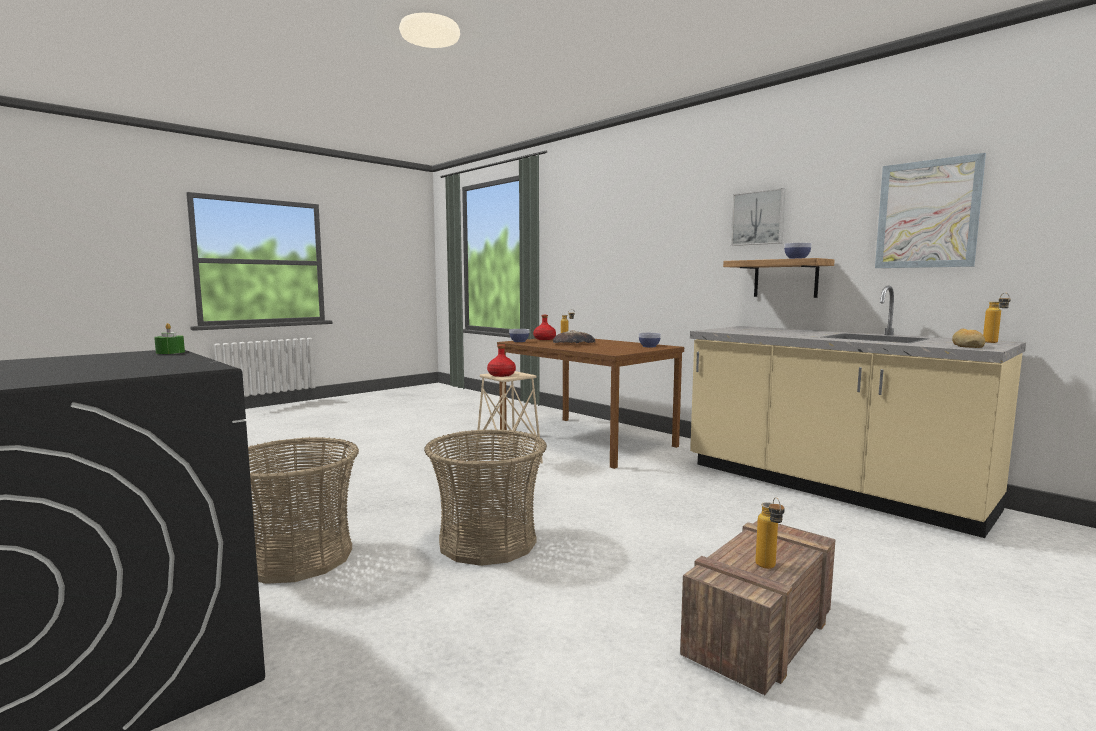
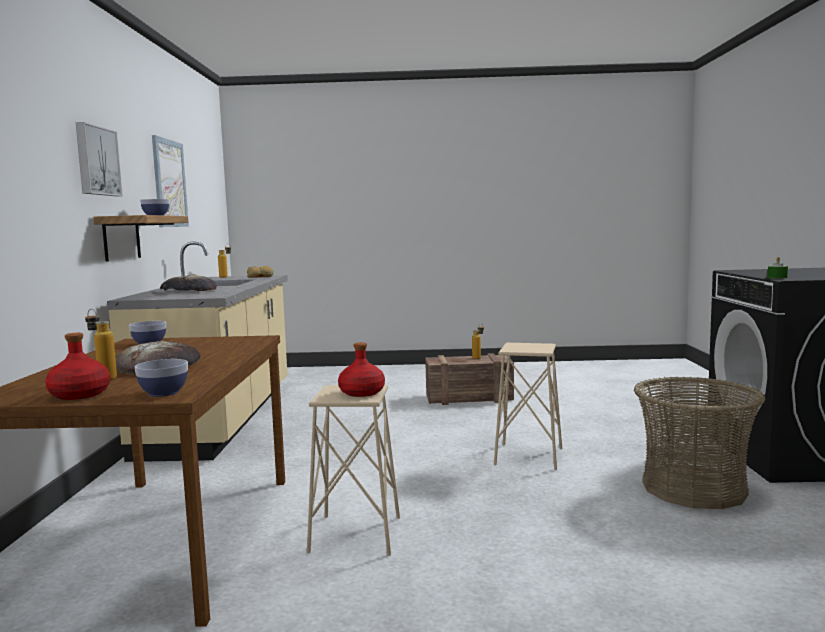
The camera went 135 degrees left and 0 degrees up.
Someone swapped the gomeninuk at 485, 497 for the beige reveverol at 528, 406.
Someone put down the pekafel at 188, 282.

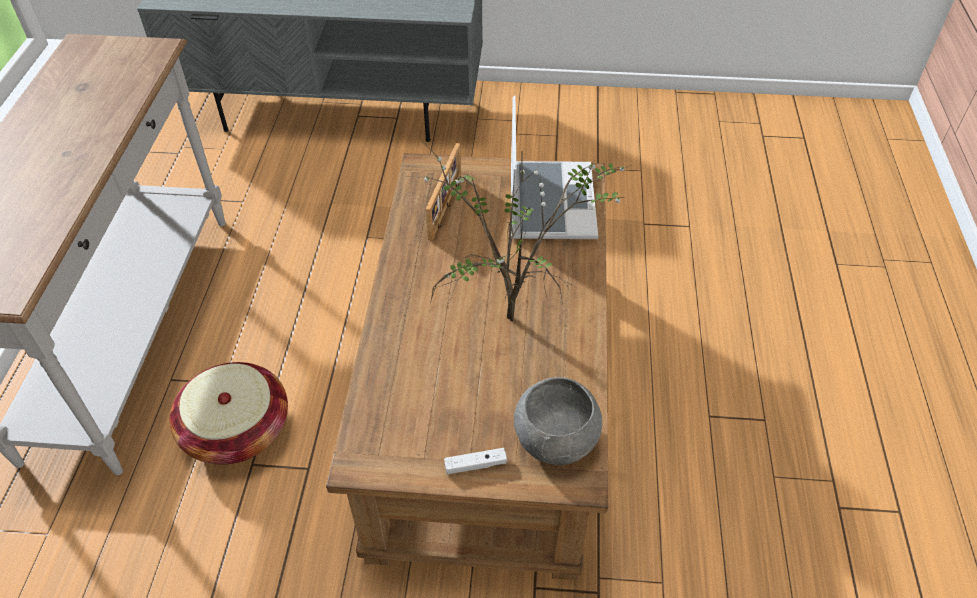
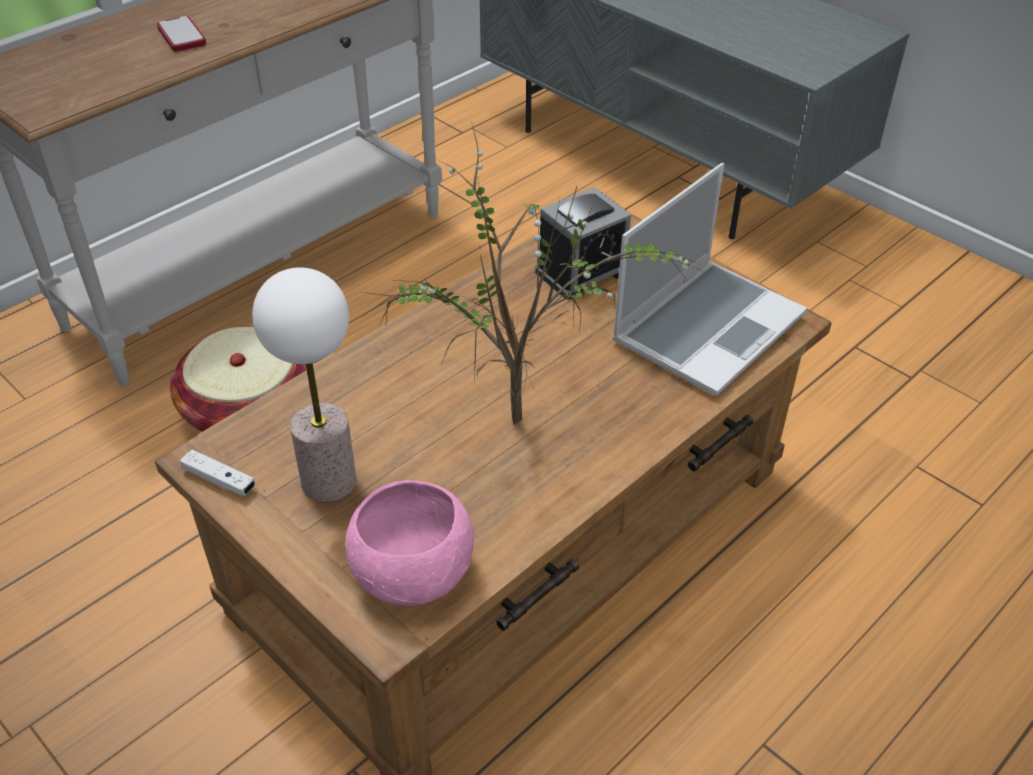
The camera went 40 degrees right and 5 degrees down.
Someone swapped the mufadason at 443, 192 for the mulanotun at 583, 243.
Someone repainted the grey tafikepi at 558, 421, which became the pink tafikepi at 409, 543.
Someone carried the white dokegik from 475, 461 to 218, 473.
Someone put down the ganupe at 181, 34.
Someone put down the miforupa at 304, 384.

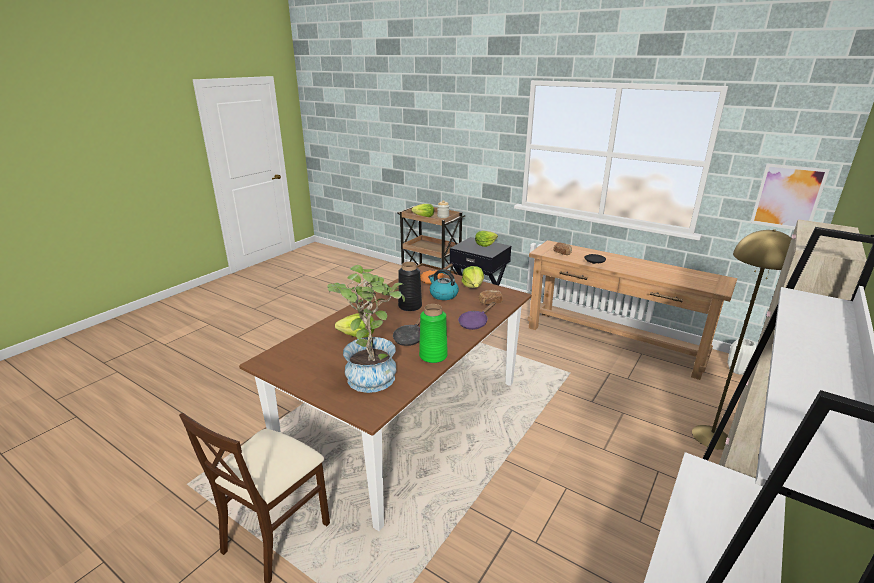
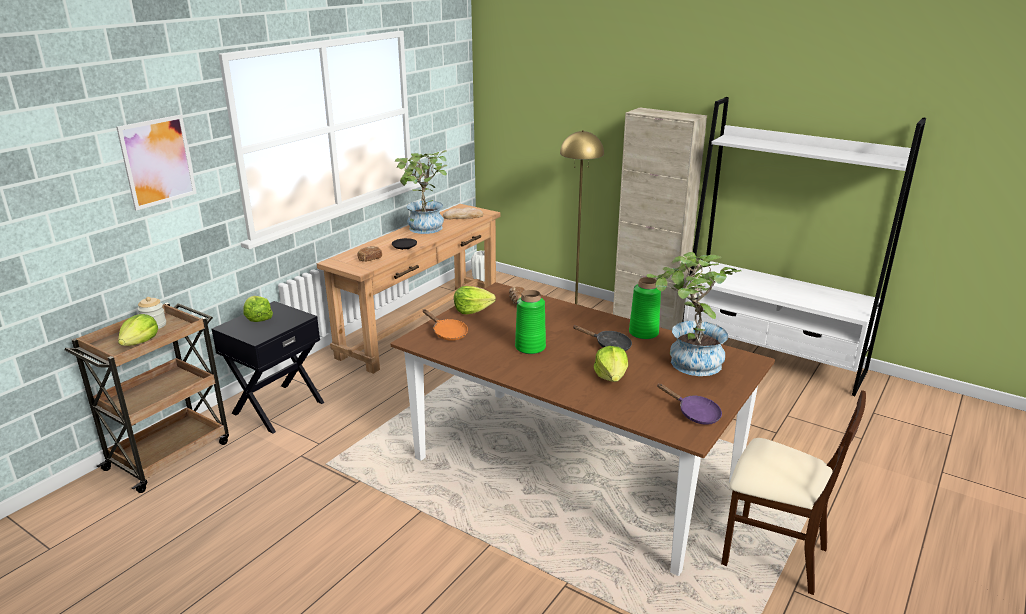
The camera went 90 degrees left and 0 degrees up.
Someone carried the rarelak from 790, 196 to 156, 163.
Someone repainted the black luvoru at 410, 286, which became the green luvoru at 530, 322.
Someone took away the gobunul at 443, 284.
Someone carried the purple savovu from 476, 316 to 689, 404.
Someone put down the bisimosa at 421, 192.
Someone put down the pekafel at 463, 213.

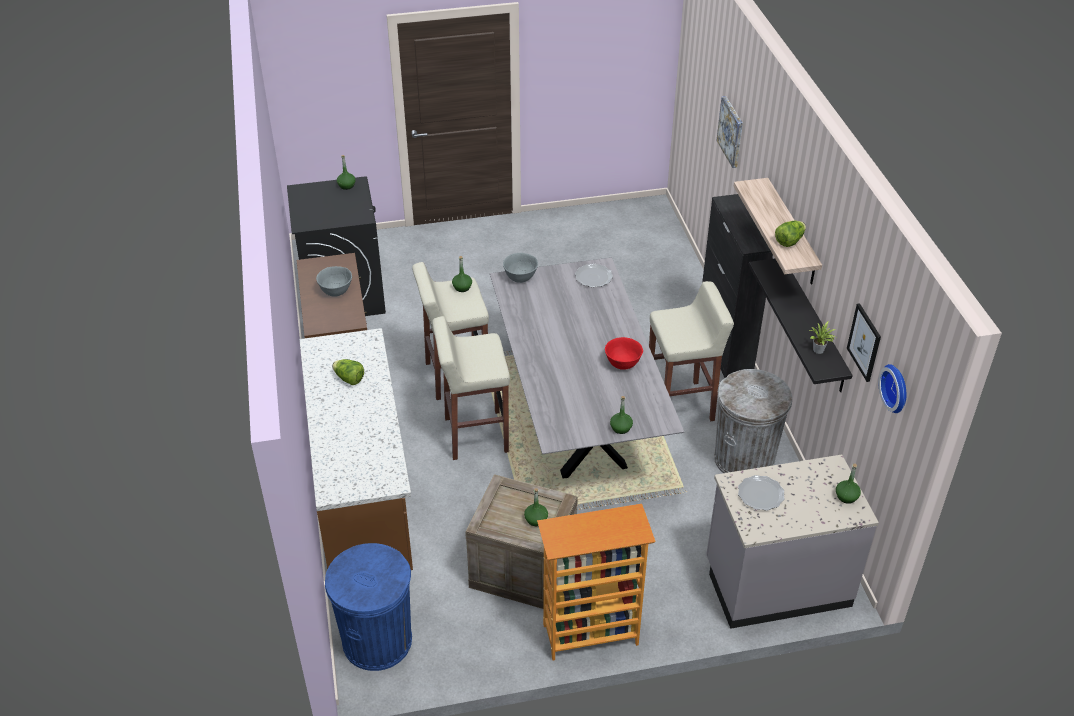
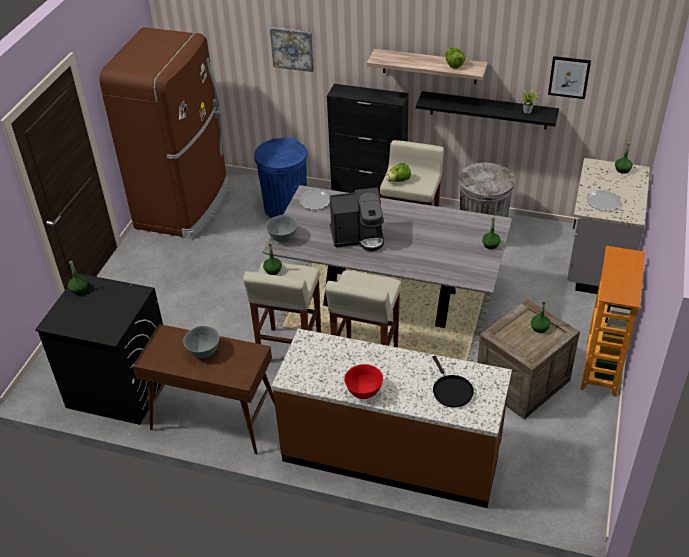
The camera went 60 degrees left and 0 degrees up.
Someone carried the red tafikepi from 624, 353 to 363, 381.
Someone carried the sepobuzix from 348, 372 to 398, 172.
Someone took away the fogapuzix at 892, 388.
Someone carried the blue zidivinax from 368, 607 to 281, 178.
Someone put down the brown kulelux at 164, 133.
Someone put down the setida at 357, 219.
Someone put down the black savovu at 453, 381.

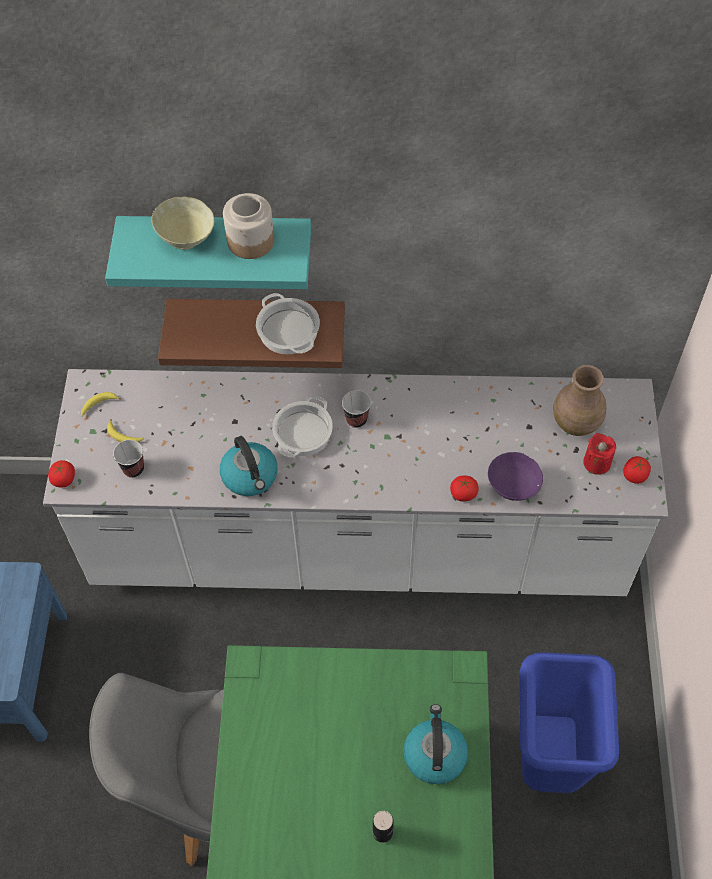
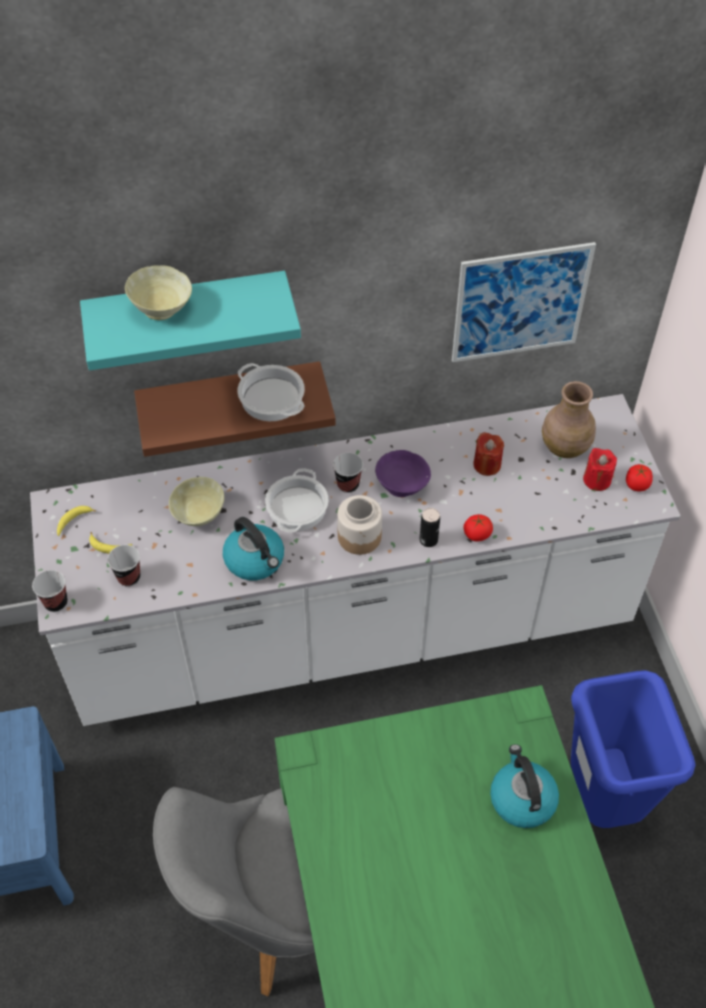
The camera went 15 degrees left and 5 degrees down.
Someone carried the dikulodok from 248, 226 to 359, 525.
Someone carried the purple tafikepi from 515, 476 to 403, 473.
Someone swapped the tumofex at 61, 474 for the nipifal at 50, 591.
Someone carried the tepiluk from 383, 827 to 430, 527.
Someone put up the rarelak at 524, 302.
Someone put down the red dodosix at 488, 454.
Someone put down the beige tafikepi at 196, 501.

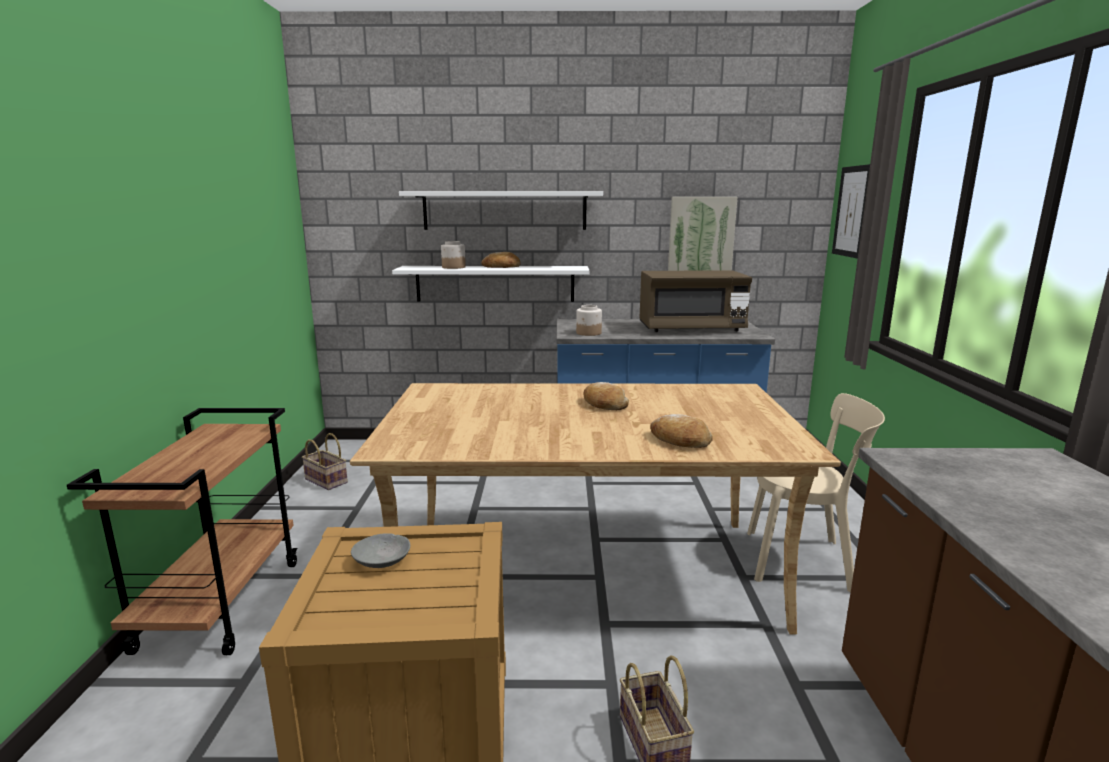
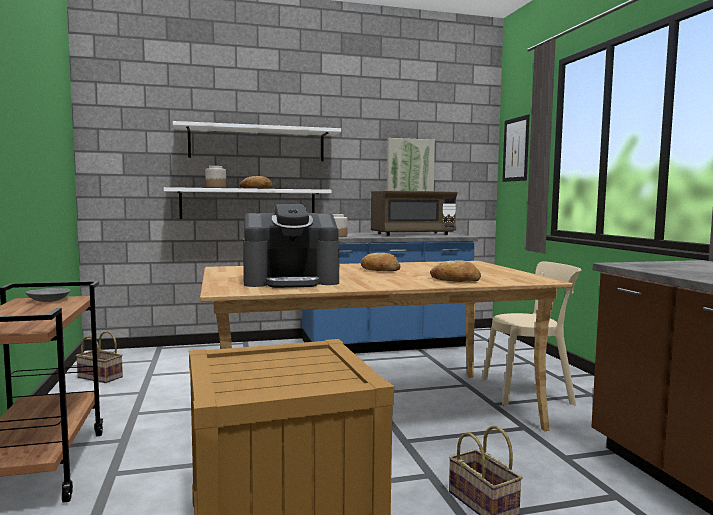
The camera went 15 degrees left and 10 degrees down.
Someone carried the grey tafikepi from 380, 550 to 48, 295.
Someone put down the setida at 291, 246.

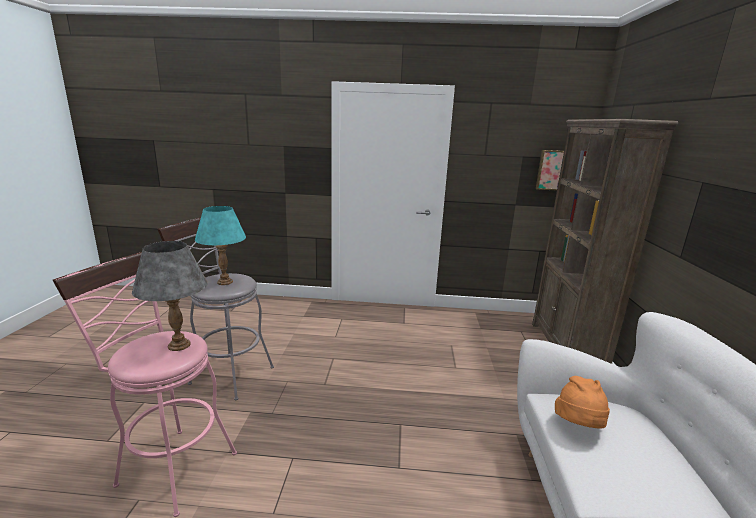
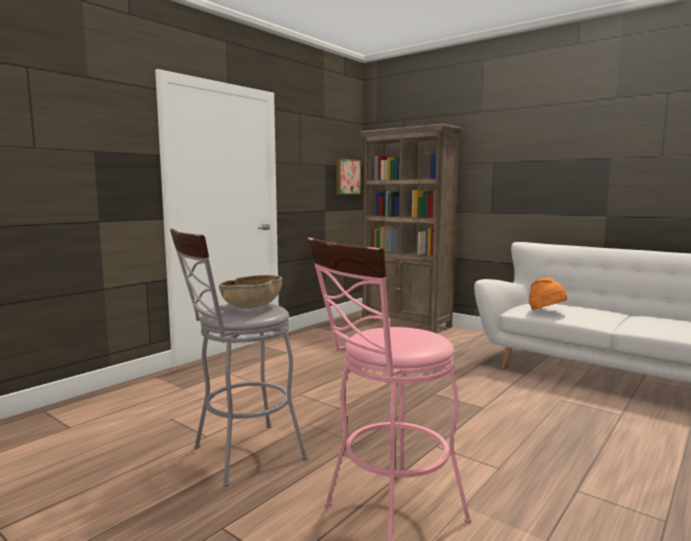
The camera went 55 degrees left and 10 degrees down.
Someone swapped the turquoise miforupa at 220, 245 for the brown tafikepi at 250, 292.
Someone took away the grey miforupa at 170, 296.

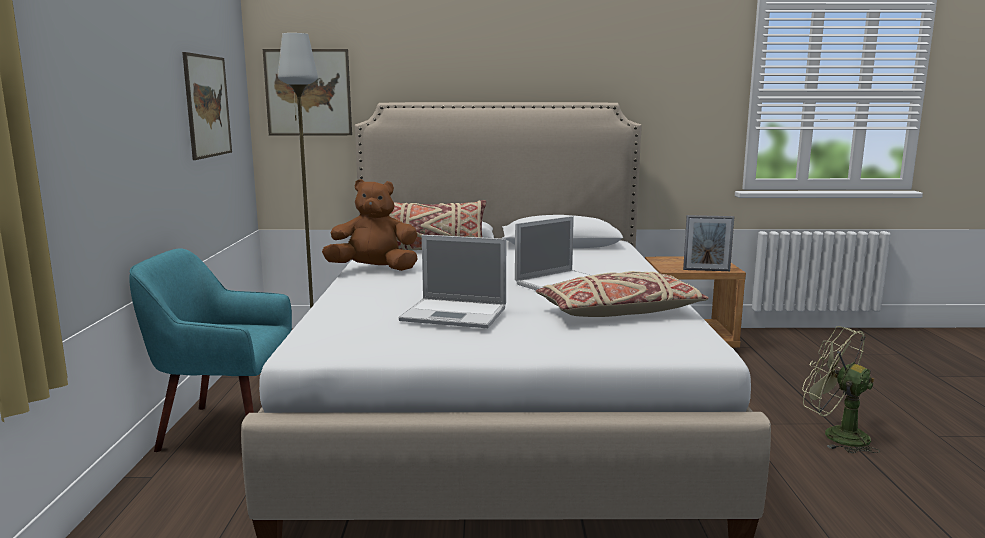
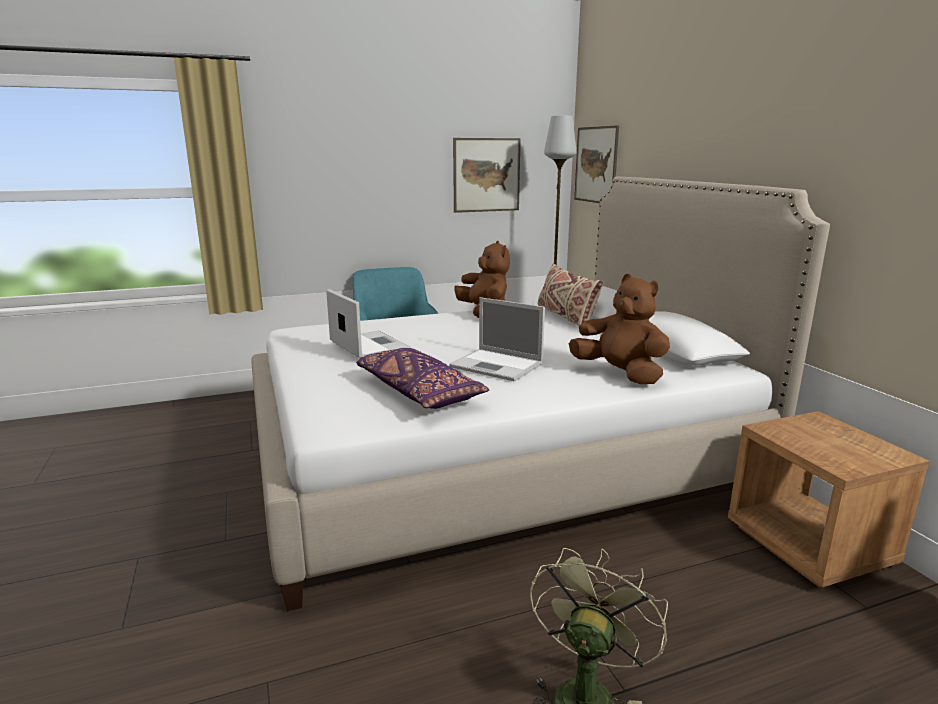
The camera went 70 degrees right and 5 degrees up.
Someone took away the mufadason at 708, 243.
Someone rotated the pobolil at 452, 281 by 150 degrees clockwise.
Someone repainted the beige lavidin at 622, 294, which became the purple lavidin at 423, 378.
Someone put down the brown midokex at 619, 329.

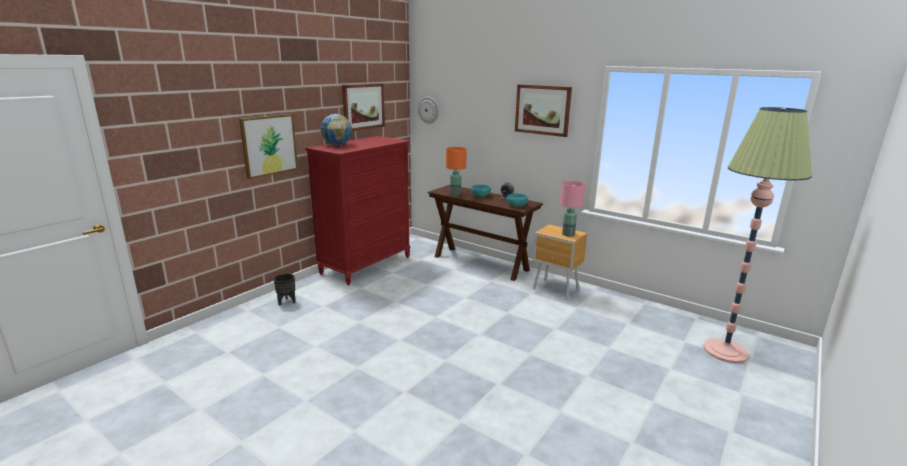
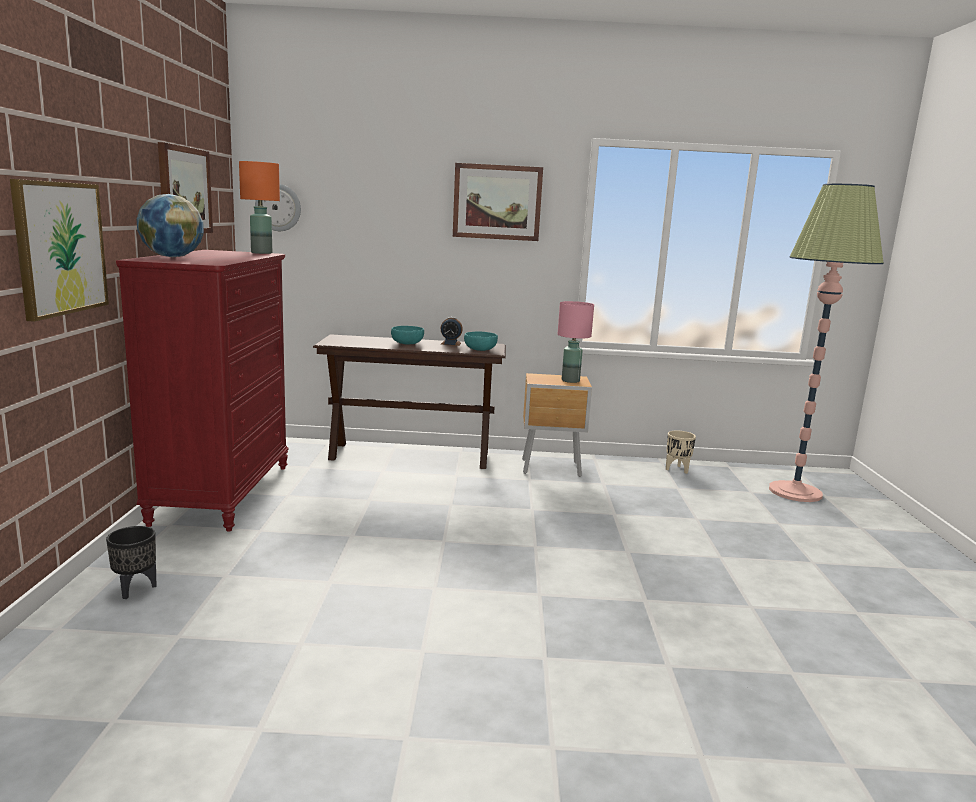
The camera went 35 degrees left and 5 degrees down.
Someone carried the orange miforupa from 456, 171 to 259, 207.
Someone put down the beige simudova at 681, 452.

